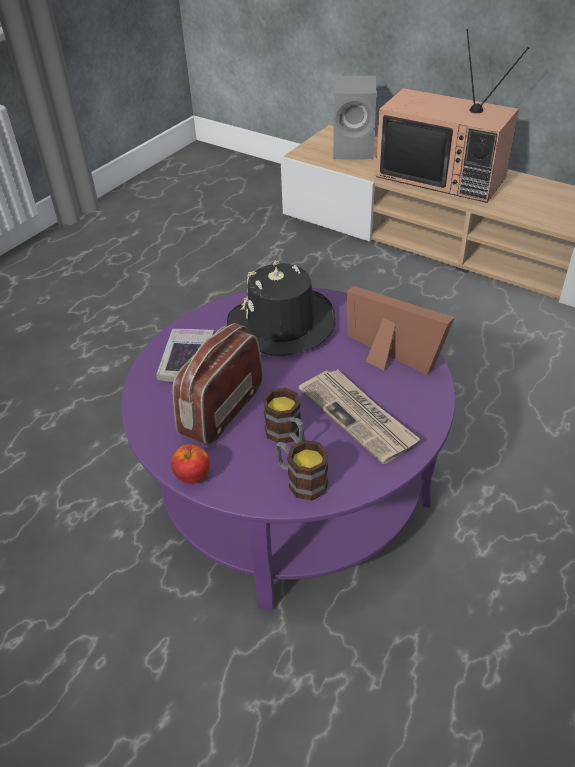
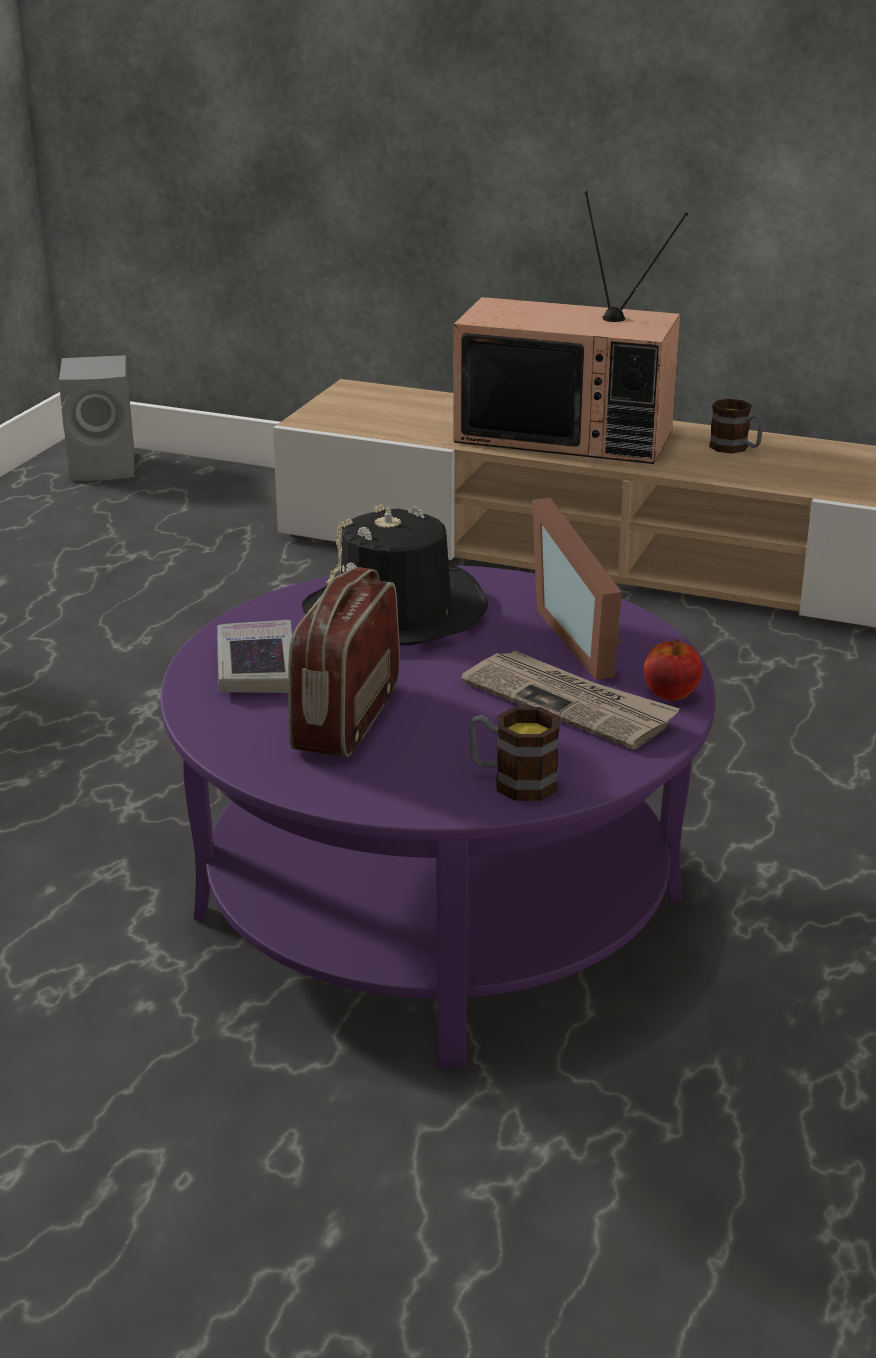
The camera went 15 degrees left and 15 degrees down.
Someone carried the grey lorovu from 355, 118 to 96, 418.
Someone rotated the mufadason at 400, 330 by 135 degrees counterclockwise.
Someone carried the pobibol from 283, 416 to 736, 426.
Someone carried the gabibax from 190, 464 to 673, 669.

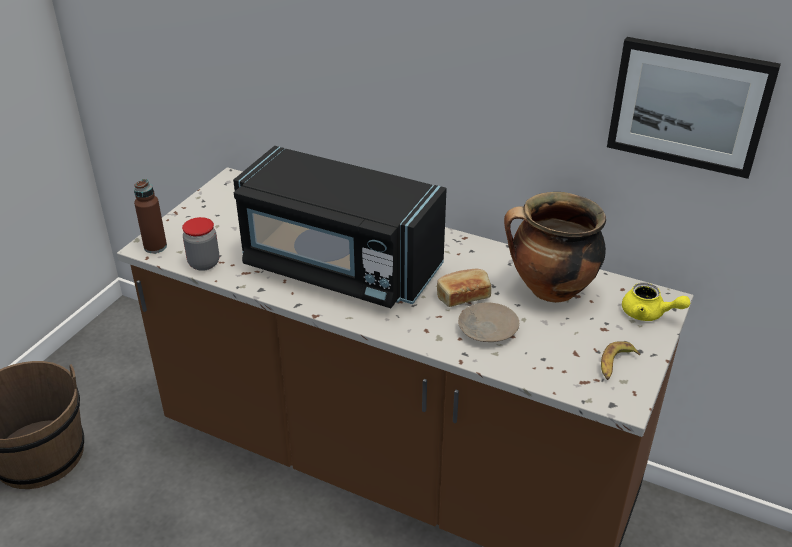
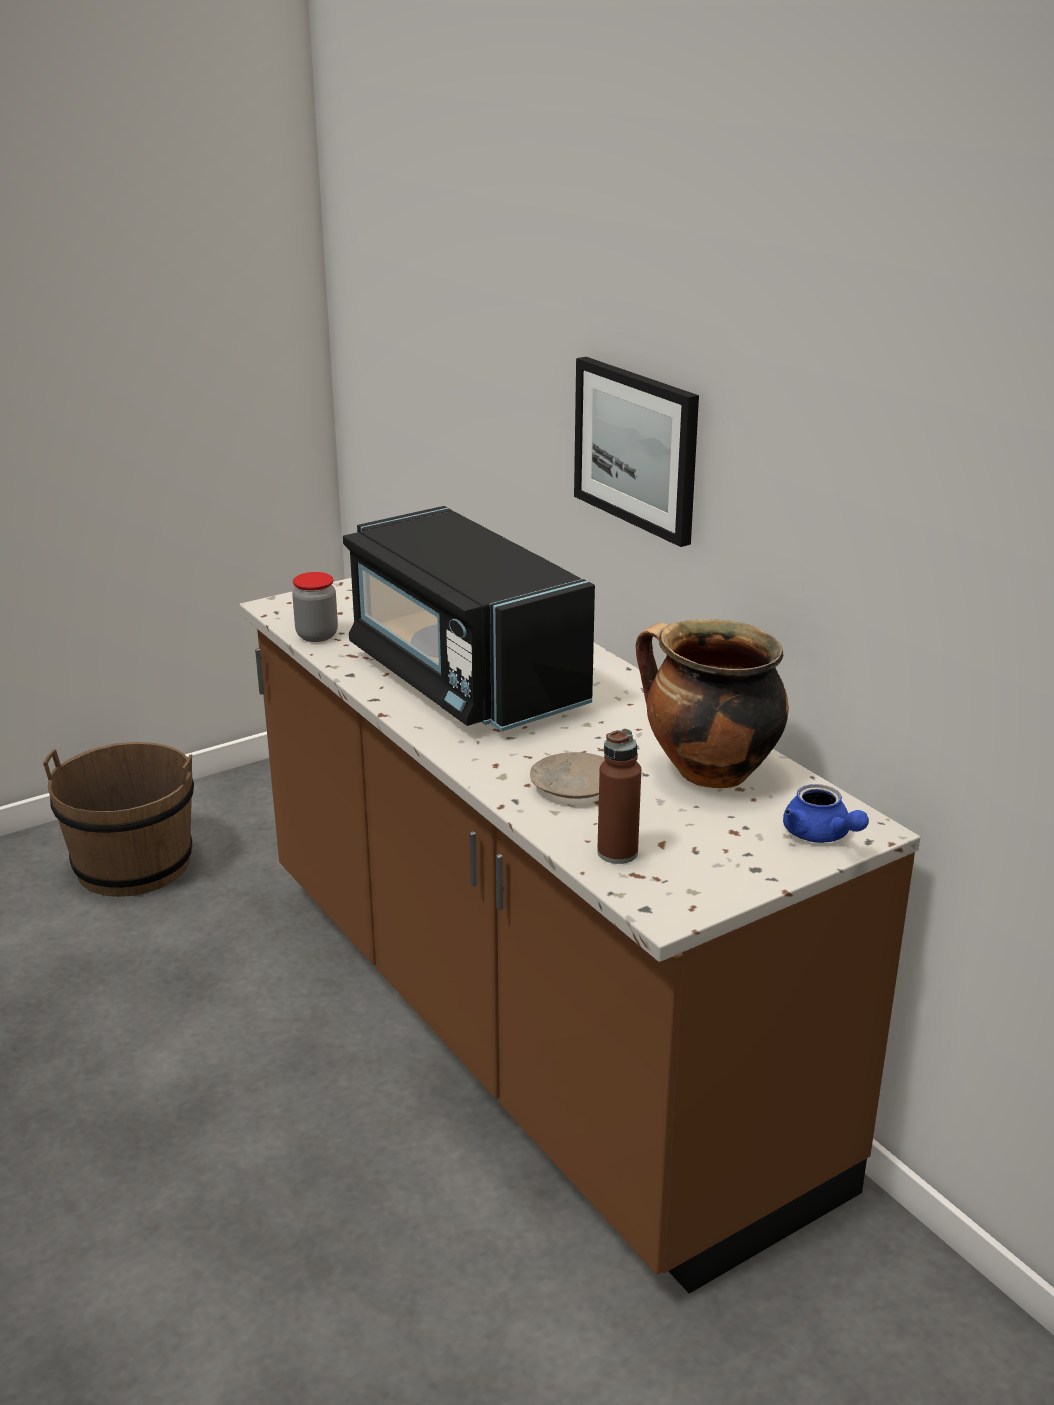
The camera went 30 degrees right and 10 degrees down.
Someone carried the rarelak from 694, 108 to 636, 452.
Someone carried the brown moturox from 150, 216 to 619, 796.
Someone took away the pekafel at 464, 288.
Someone repainted the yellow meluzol at 656, 302, which became the blue meluzol at 826, 813.
Someone took away the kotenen at 620, 360.

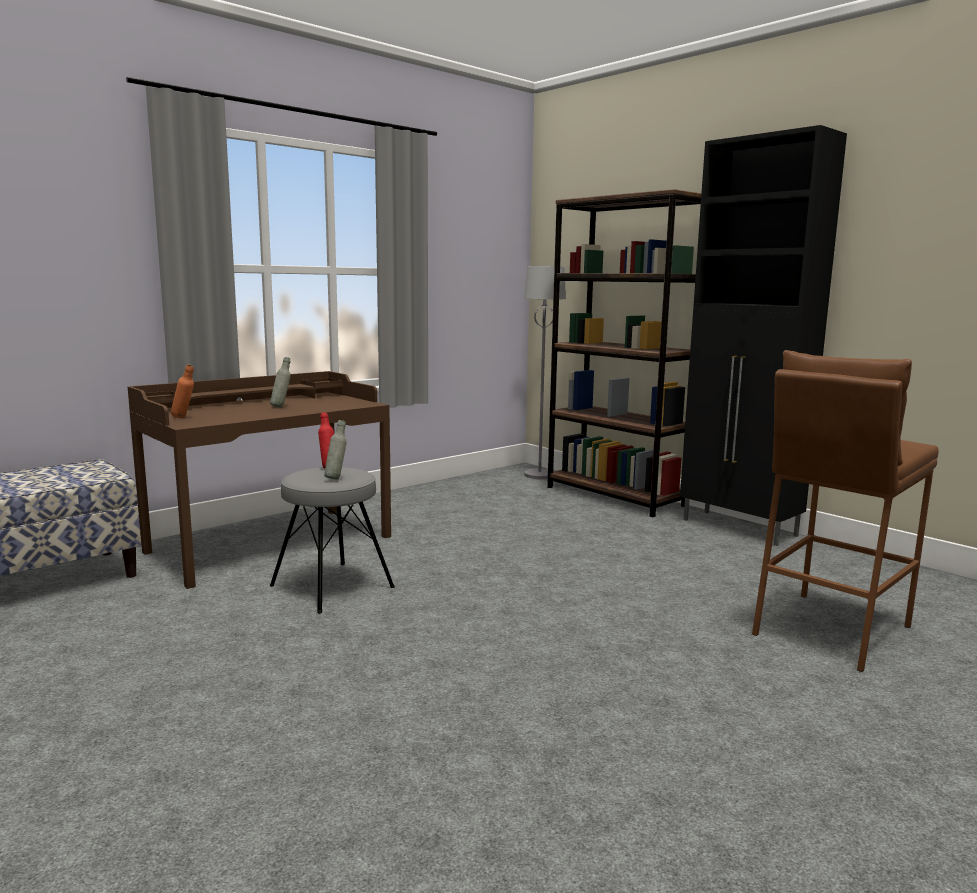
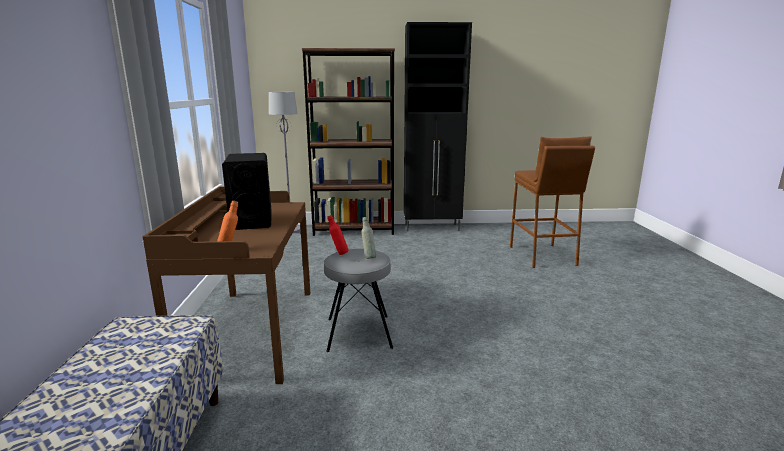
The camera went 50 degrees left and 5 degrees up.
Someone swapped the grey moturox at 280, 382 for the black lorovu at 247, 191.

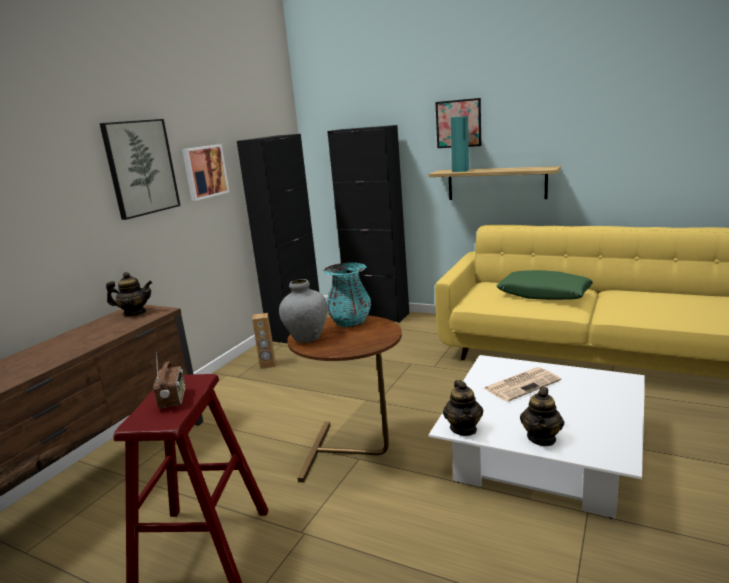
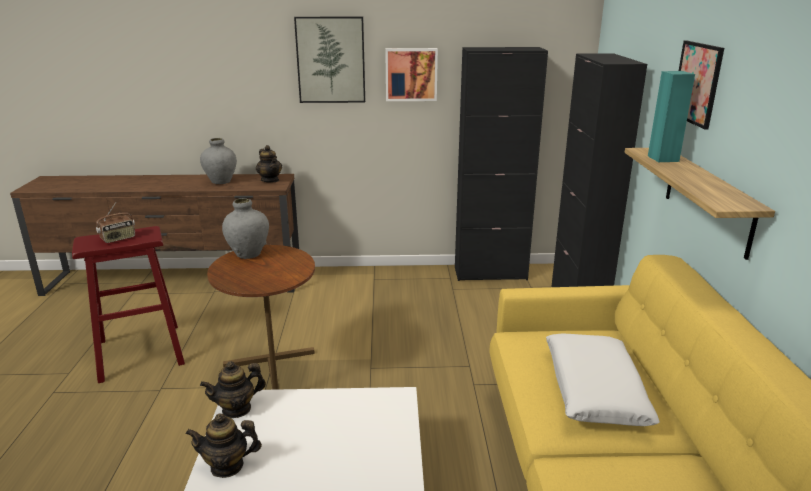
The camera went 60 degrees right and 5 degrees up.
Someone took away the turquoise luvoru at 347, 295.
Someone repainted the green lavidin at 544, 285, which became the white lavidin at 603, 379.
Someone took away the brown lorovu at 264, 341.
Someone took away the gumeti at 522, 384.
Someone put down the grey luvoru at 218, 161.

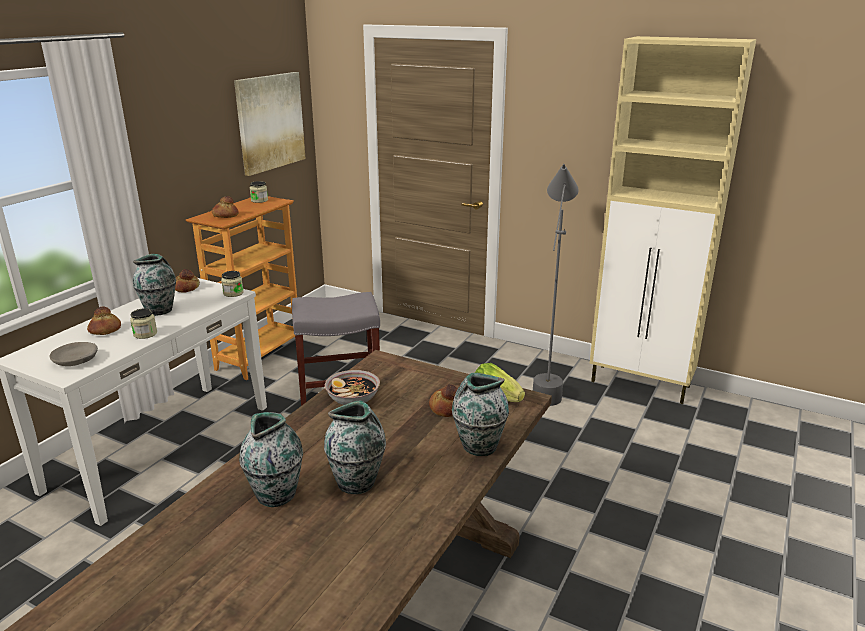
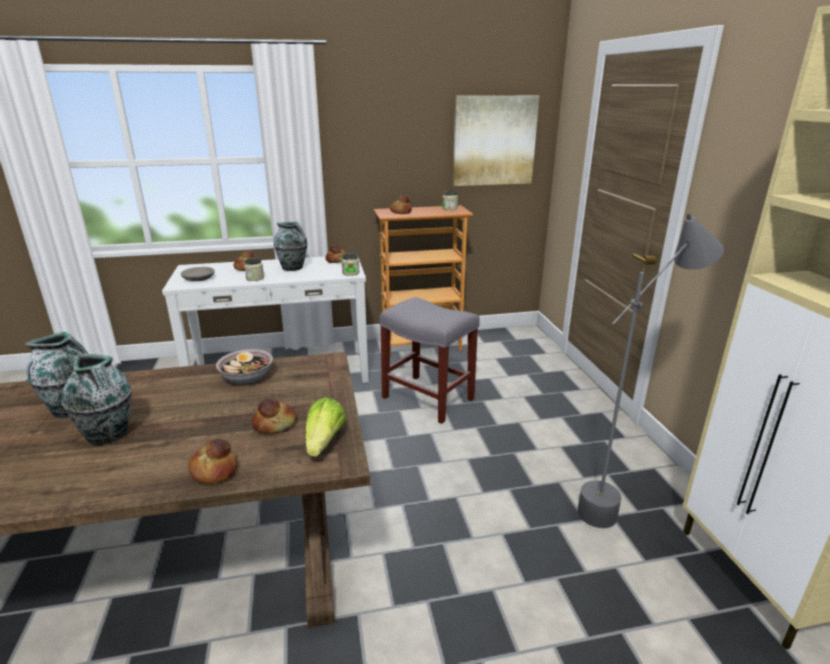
The camera went 50 degrees right and 0 degrees up.
Someone swapped the luvoru at 480, 414 for the pekafel at 213, 461.

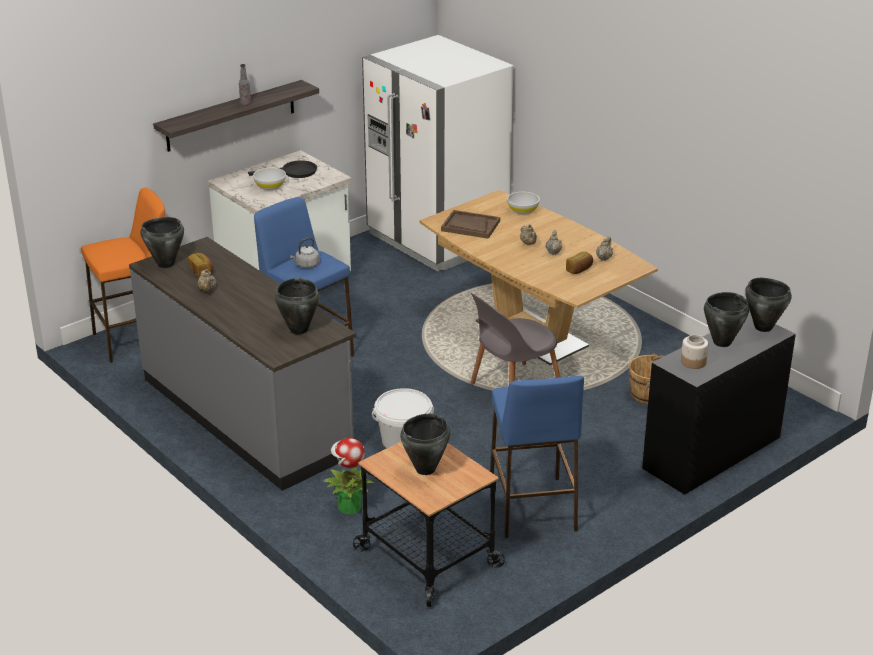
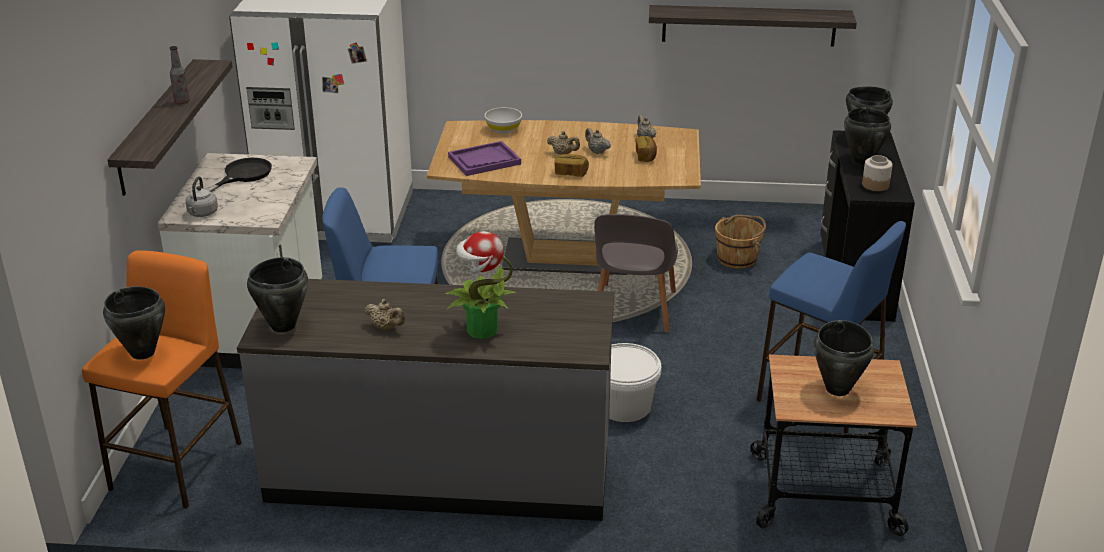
The camera went 45 degrees left and 0 degrees up.
Someone took away the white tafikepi at 269, 179.
Someone repainted the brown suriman at 470, 224, which became the purple suriman at 484, 158.
Someone carried the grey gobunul from 305, 252 to 201, 196.
Someone carried the pekafel from 200, 265 to 571, 165.
Someone carried the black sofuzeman from 297, 306 to 134, 323.
Someone carried the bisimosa from 348, 476 to 480, 285.
Someone put up the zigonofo at 753, 26.

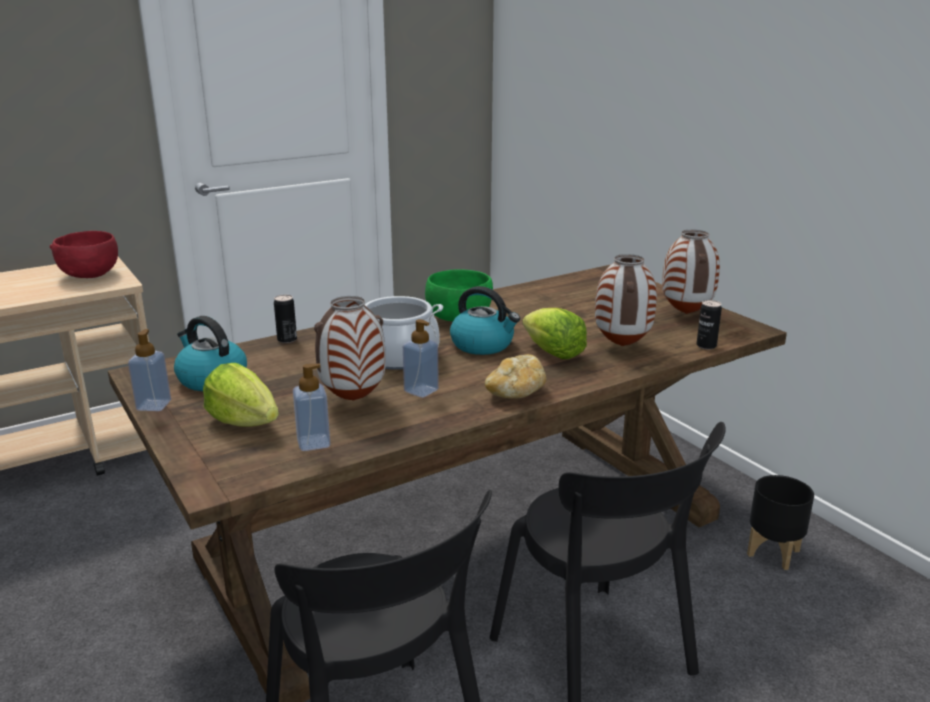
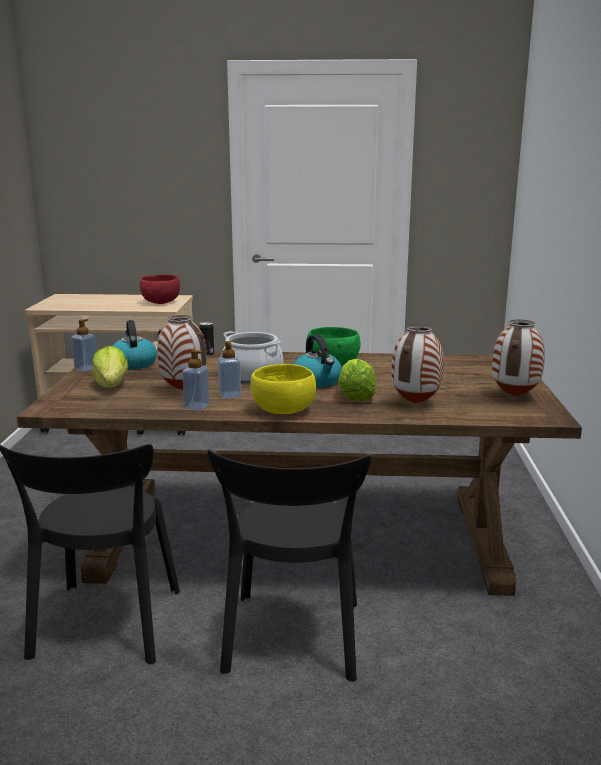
The camera went 35 degrees right and 5 degrees down.
Someone took away the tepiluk at 709, 324.
Someone swapped the pekafel at 515, 376 for the yellow tafikepi at 283, 389.
Someone carried the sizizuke from 311, 407 to 196, 380.
Someone took away the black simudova at 780, 522.

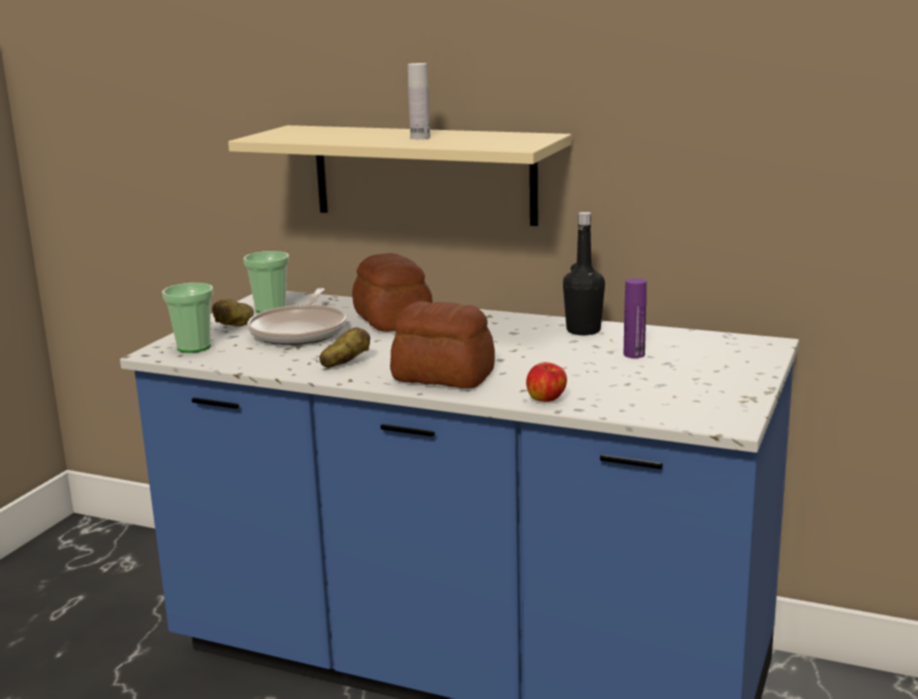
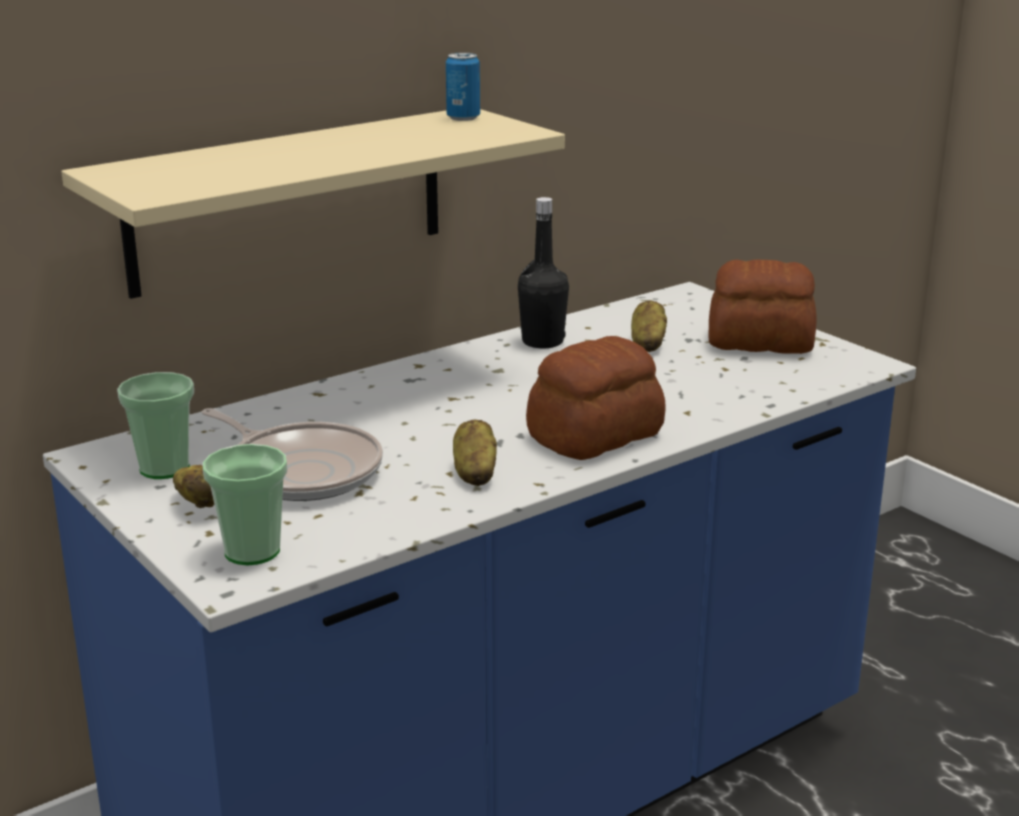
The camera went 60 degrees left and 5 degrees up.
Someone took away the white moturox at 419, 101.
Someone carried the pekafel from 392, 292 to 763, 306.
Someone swapped the purple moturox at 635, 318 for the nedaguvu at 649, 326.
Someone took away the gabibax at 546, 382.
Someone put down the tepiluk at 463, 86.

